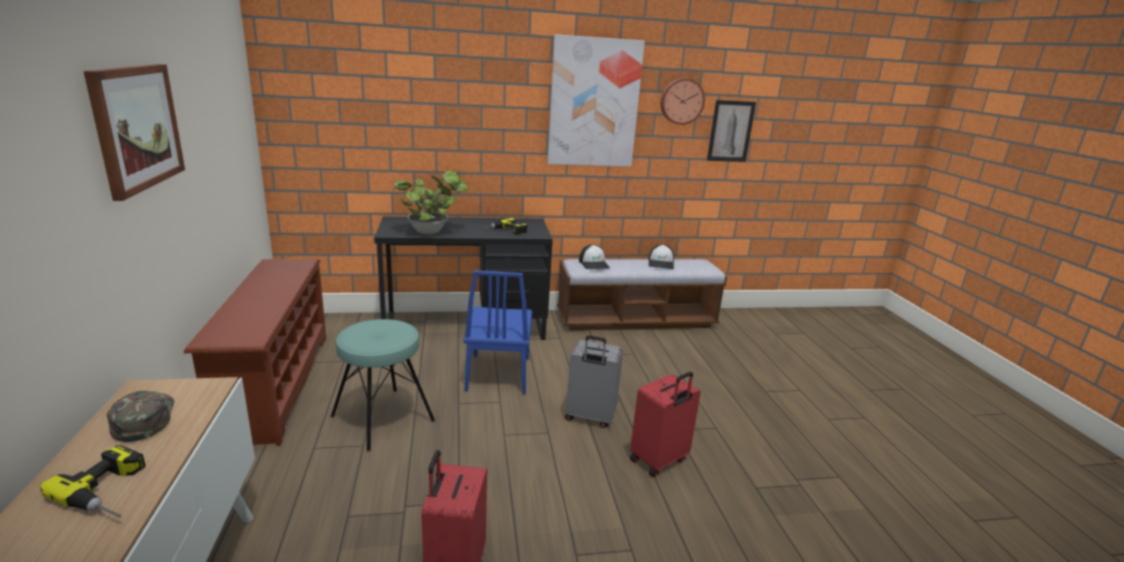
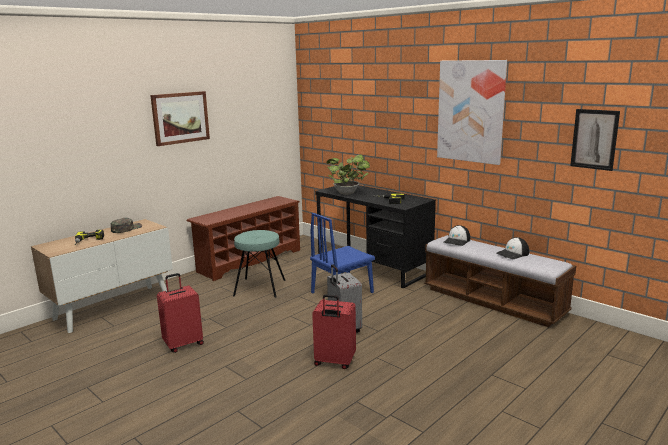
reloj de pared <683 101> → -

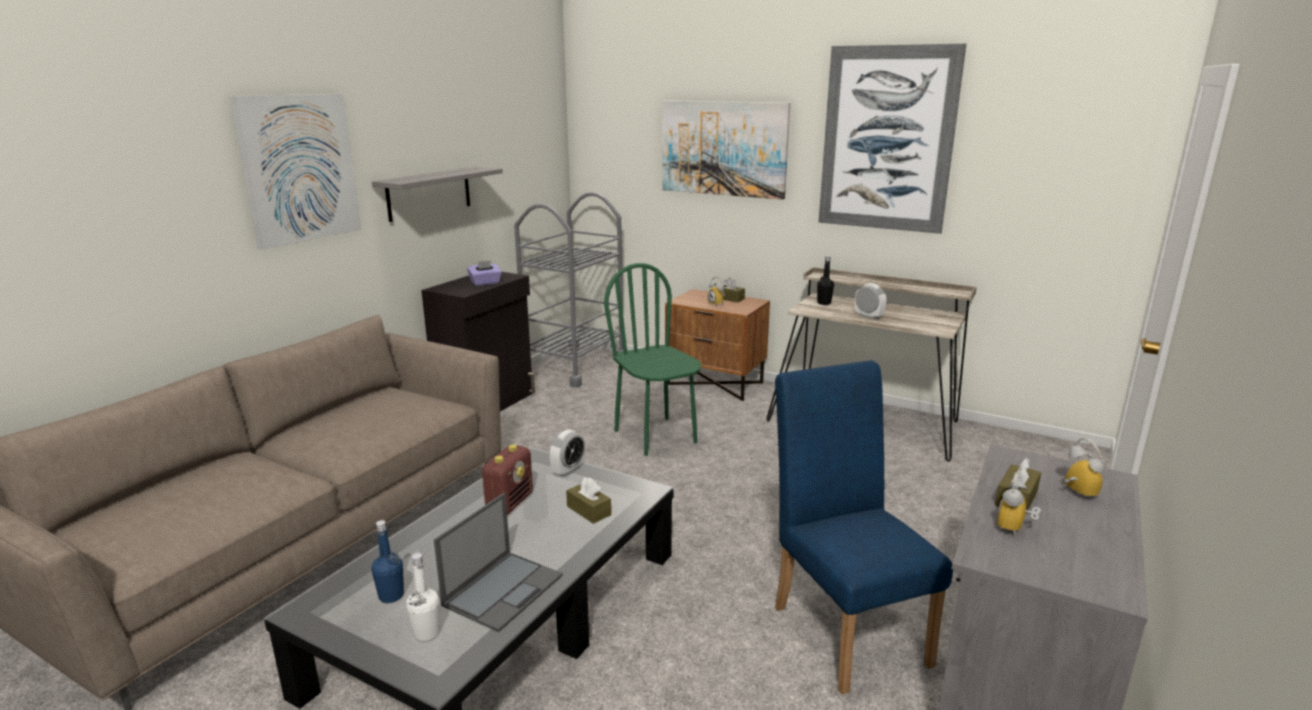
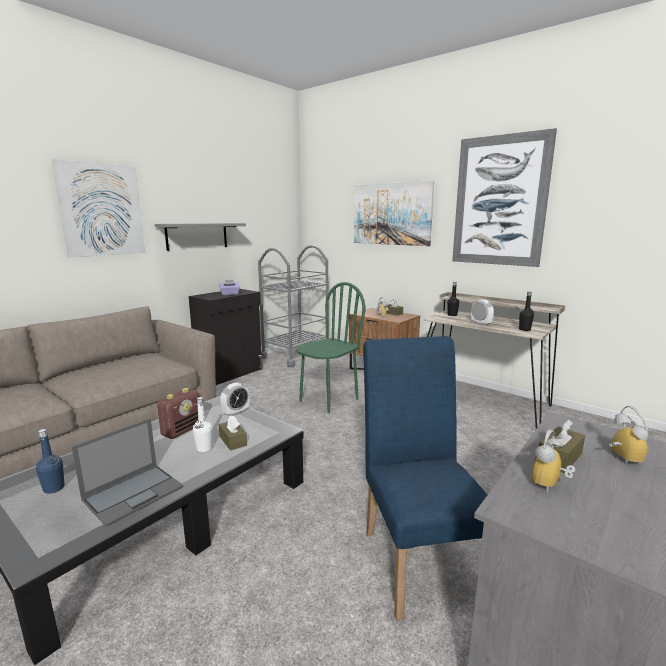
- → botella (negro) <526 311>
botella (blanco) <423 597> → botella (blanco) <203 424>, moved
silla (verde) <652 359> → silla (verde) <330 347>, 60 degrees clockwise

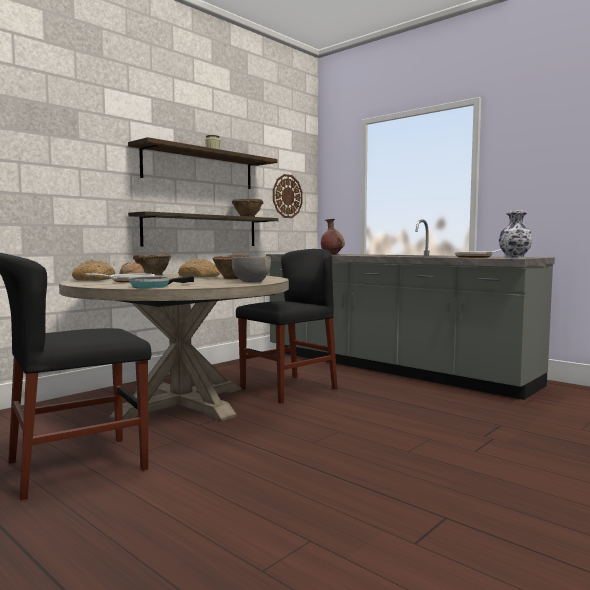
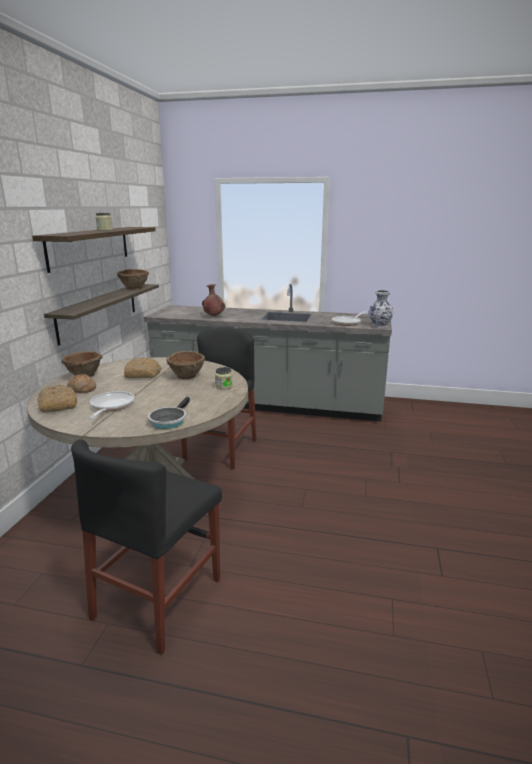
reloj de pared <288 196> → -
cuenco (gris) <251 269> → tarro <224 378>

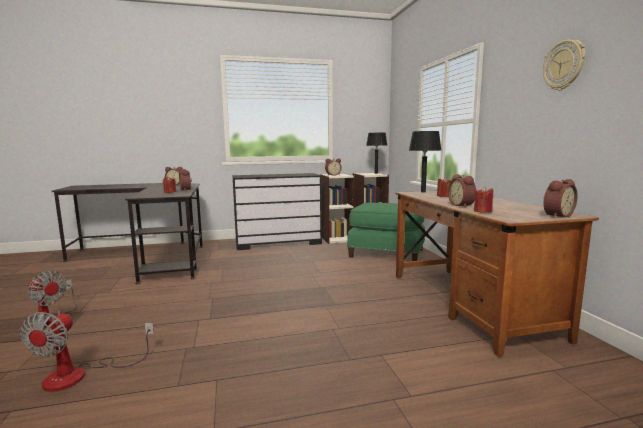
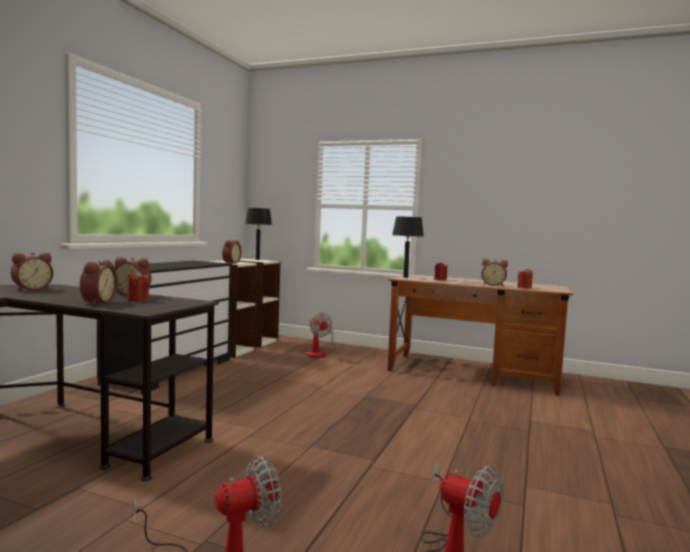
reloj de pared <564 65> → -
despertador <560 198> → despertador <98 282>, moved
puf (verde) <386 232> → ventilador <320 335>

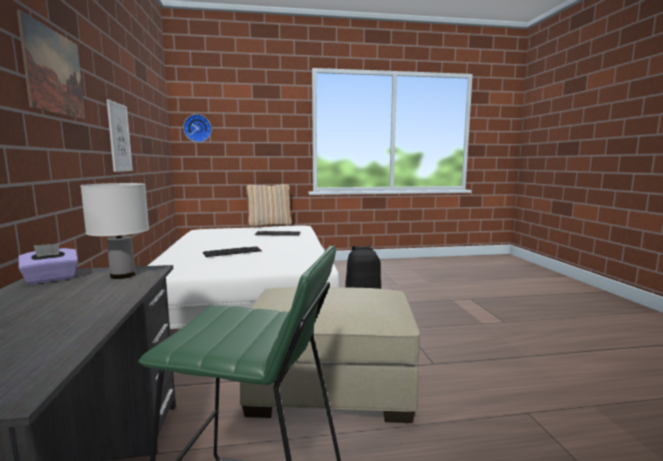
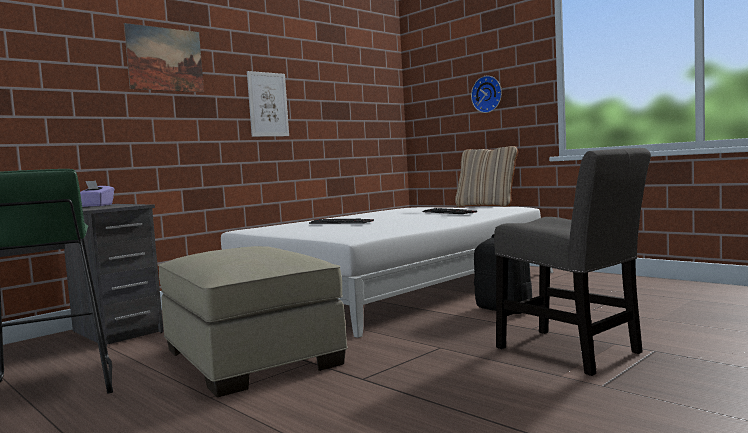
lámpara de mesa (blanco) <114 231> → -
- → silla (gris) <572 262>
reloj de pared <197 128> → reloj de pared <486 94>, moved

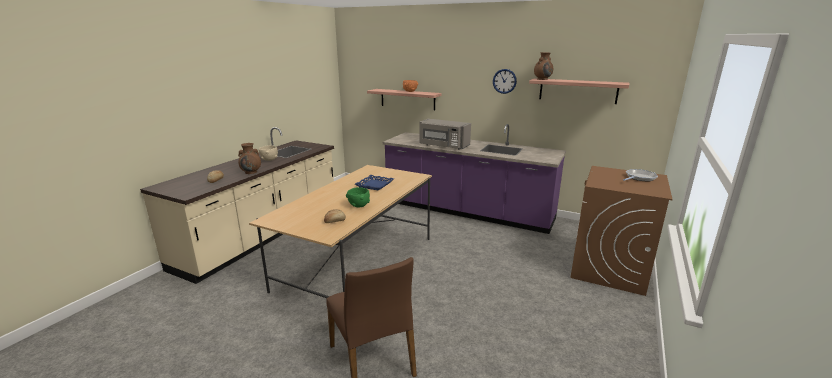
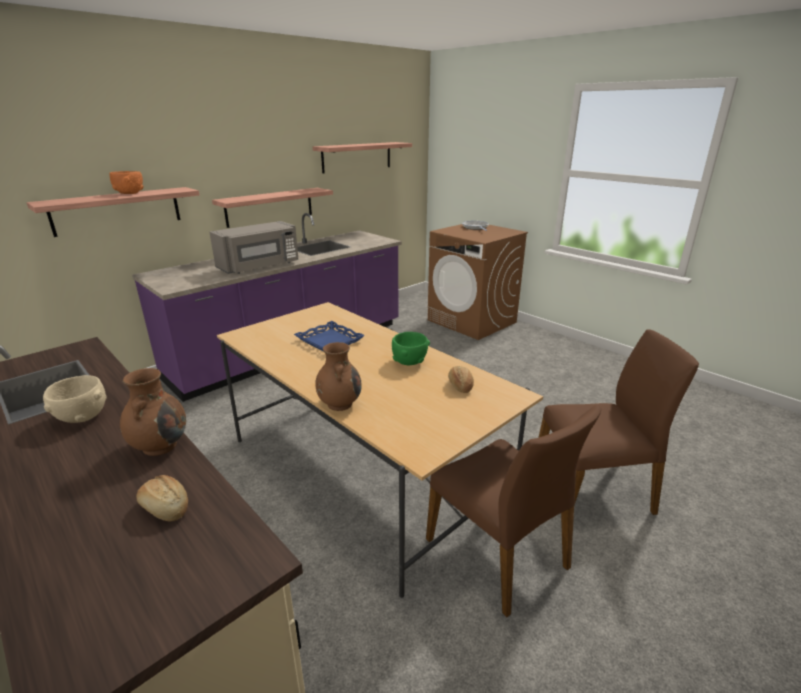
reloj de pared <505 81> → -
- → estante <272 208>
- → silla (marrón) <513 511>
florero (marrón) <543 66> → florero (marrón) <338 376>, moved

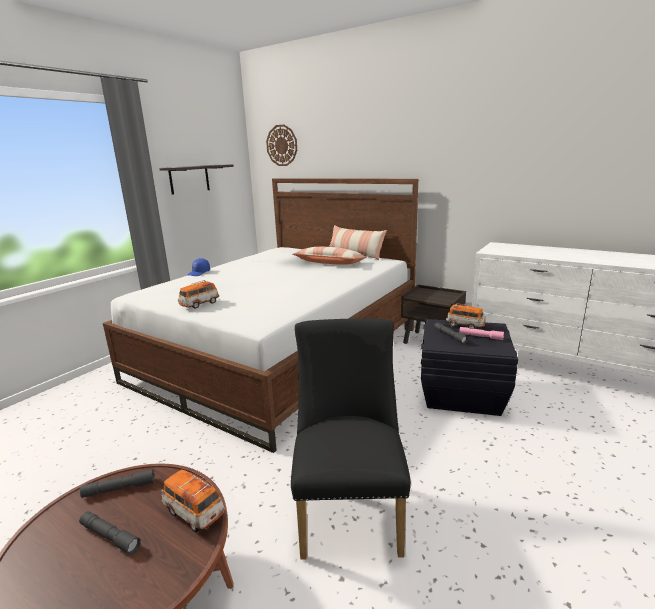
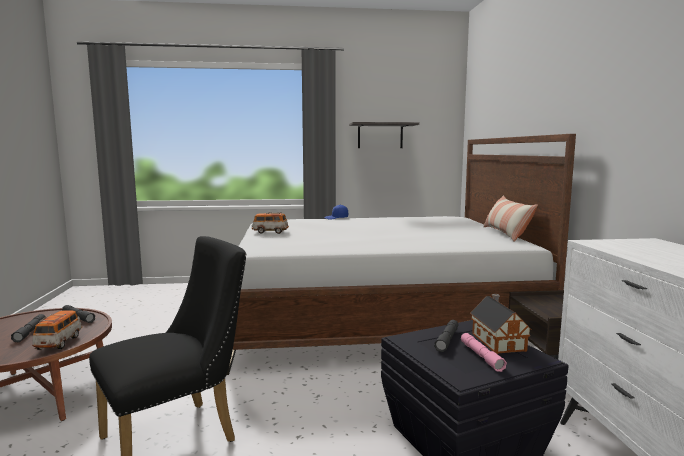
reloj de pared <281 145> → -
cojín <330 256> → -
coche de juguete <466 316> → casita <501 324>

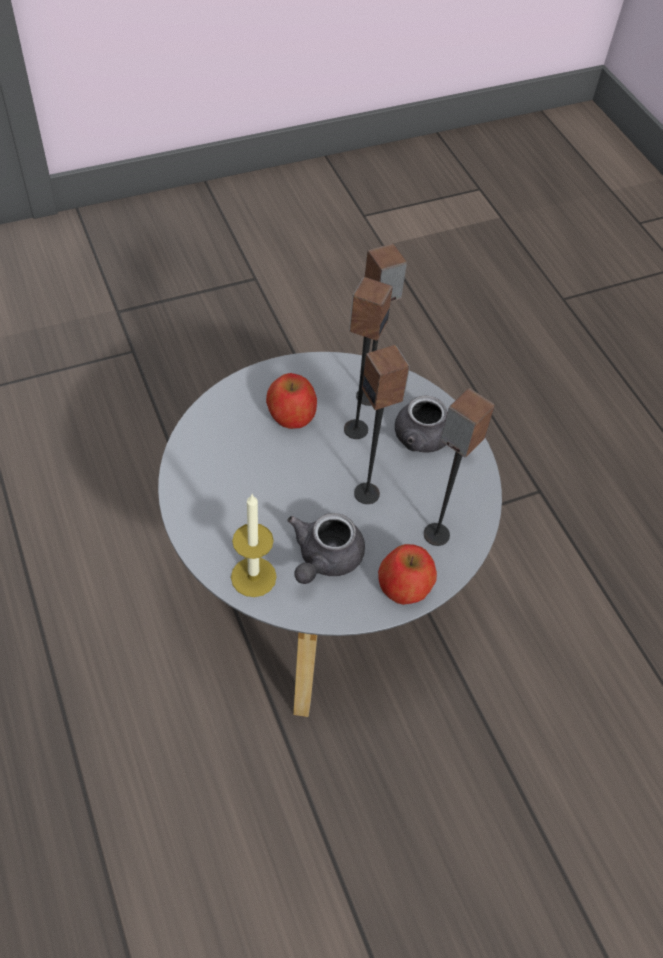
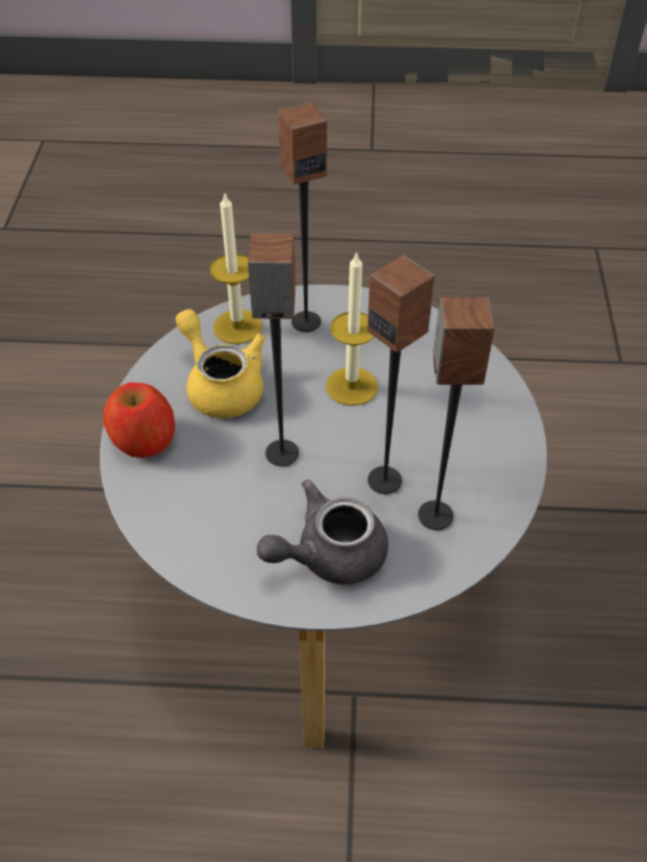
manzana <291 401> → -
- → vela <352 328>
altavoz <459 467> → altavoz <302 217>, moved
tetera (gris) <326 548> → tetera (amarillo) <220 363>

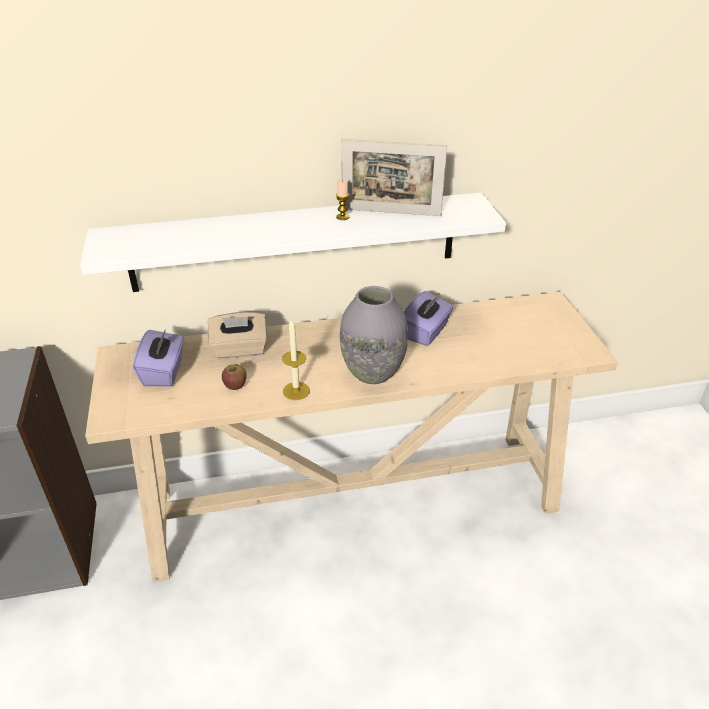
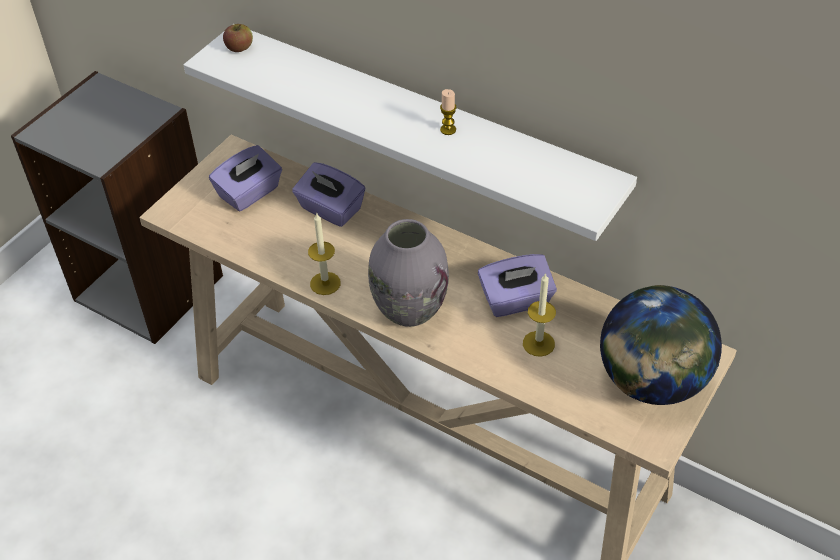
portarretratos <394 177> → -
- → vela <539 315>
- → globo terráqueo <661 345>
manzana <234 377> → manzana <238 38>, moved
caja de pañuelos (beis) <237 335> → caja de pañuelos (morado) <328 194>

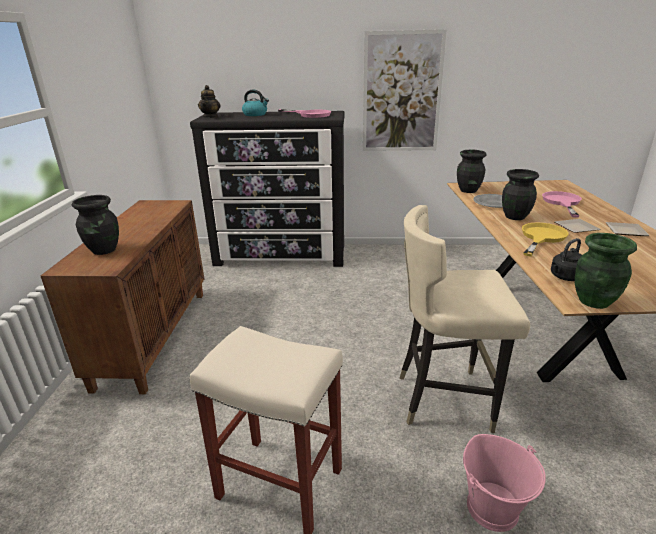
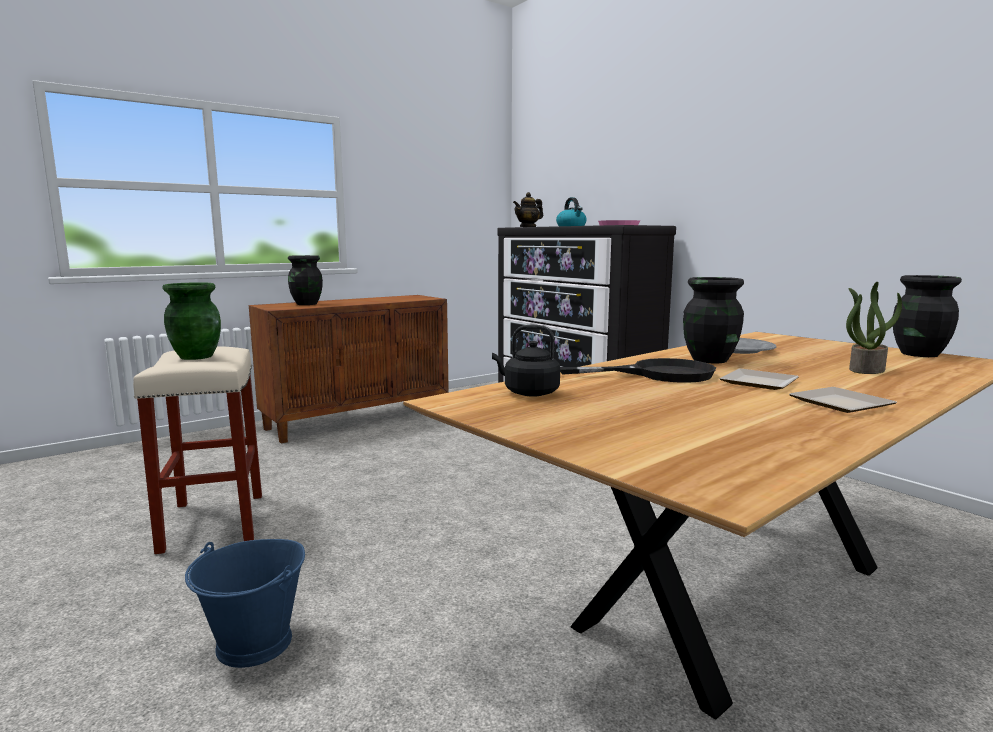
cuadro <405 90> → -
silla (beis) <464 319> → -
florero (negro) <471 171> → florero (negro) <927 316>, moved
florero (verde) <606 271> → florero (verde) <192 321>, moved
sartén (rosa) <562 204> → planta en maceta <874 328>
cubo (rosa) <504 483> → cubo (azul) <245 603>
sartén (amarillo) <545 240> → sartén (negro) <638 370>

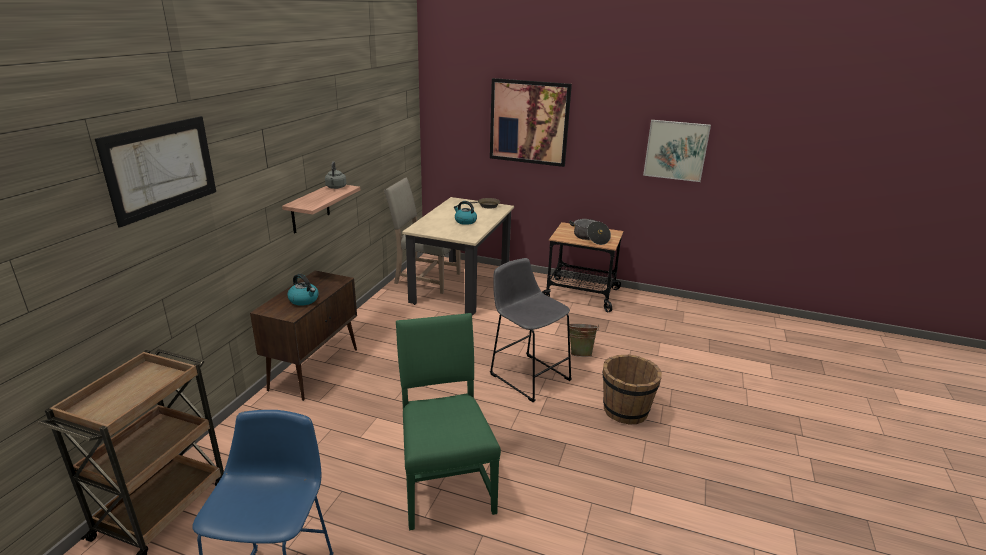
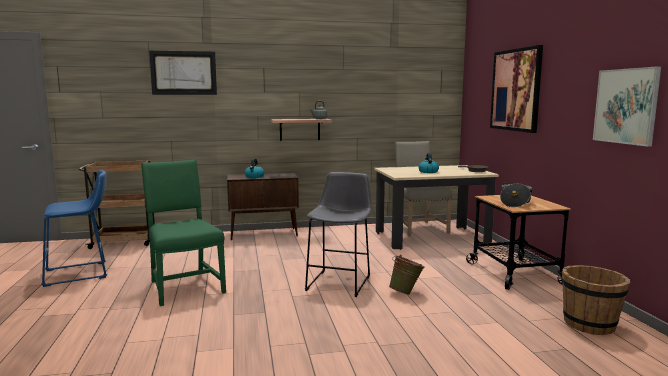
cubo (marrón) <632 389> → cubo (marrón) <596 300>, moved
silla (verde) <448 421> → silla (verde) <183 232>, 75 degrees counterclockwise

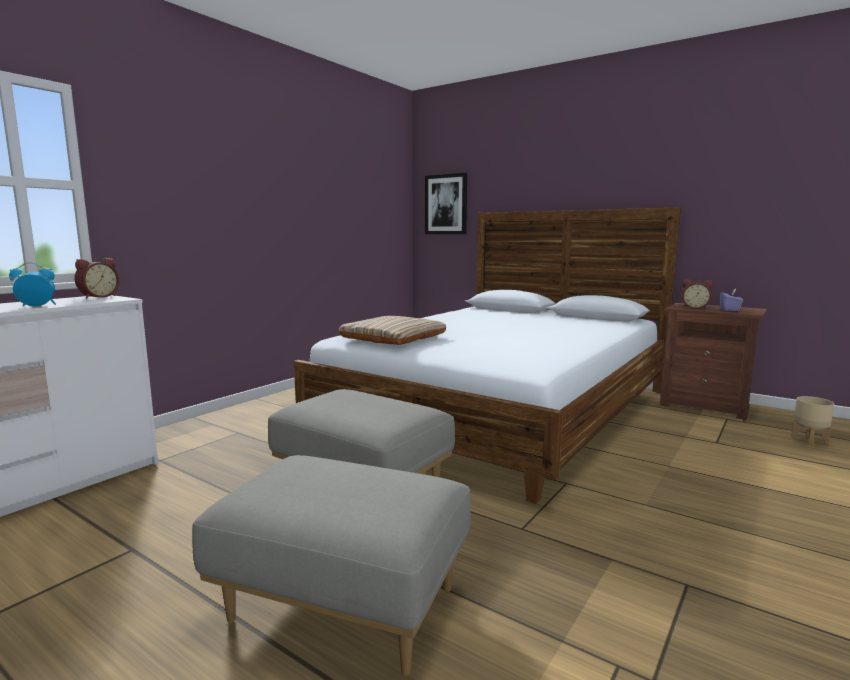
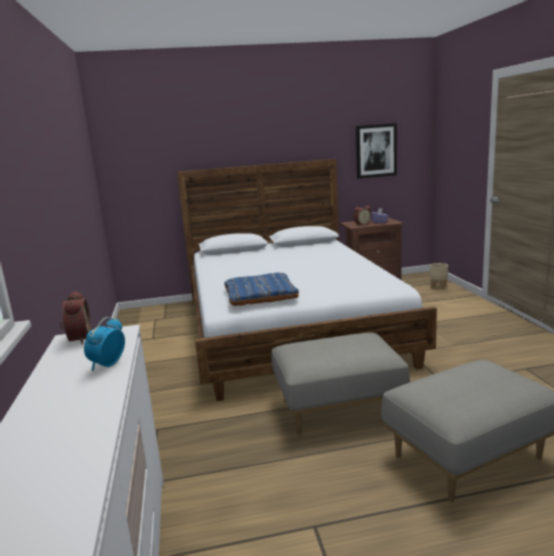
cuadro <446 203> → cuadro <376 151>, moved
cojín (beis) <392 330> → cojín (azul) <261 289>

